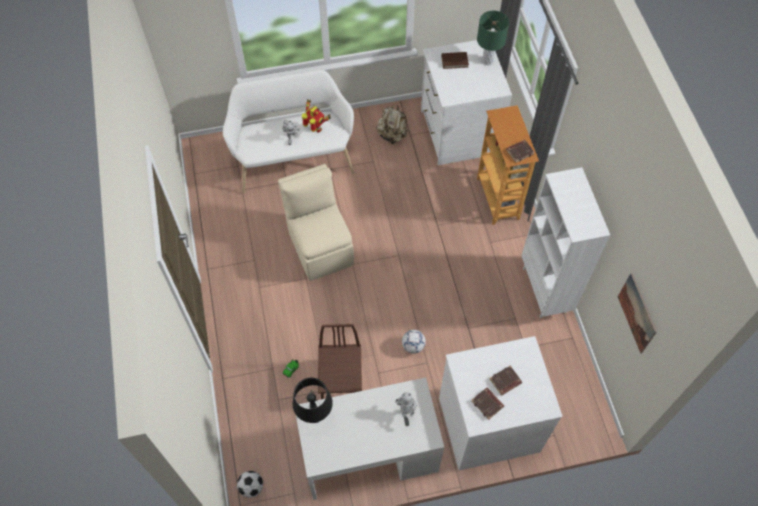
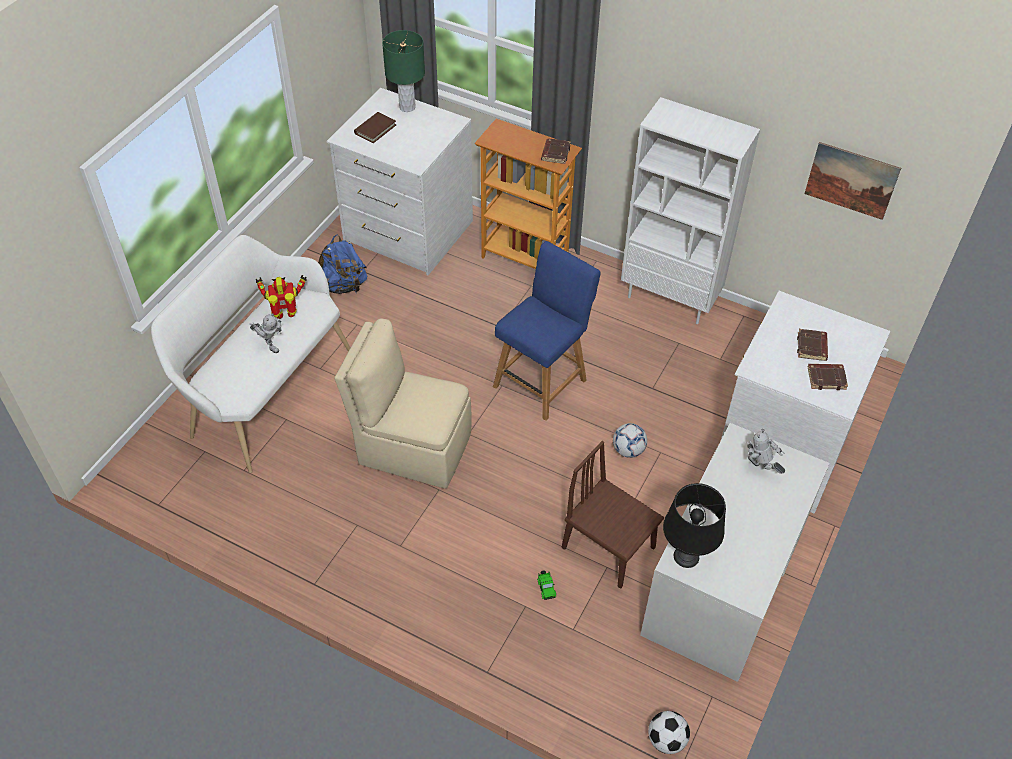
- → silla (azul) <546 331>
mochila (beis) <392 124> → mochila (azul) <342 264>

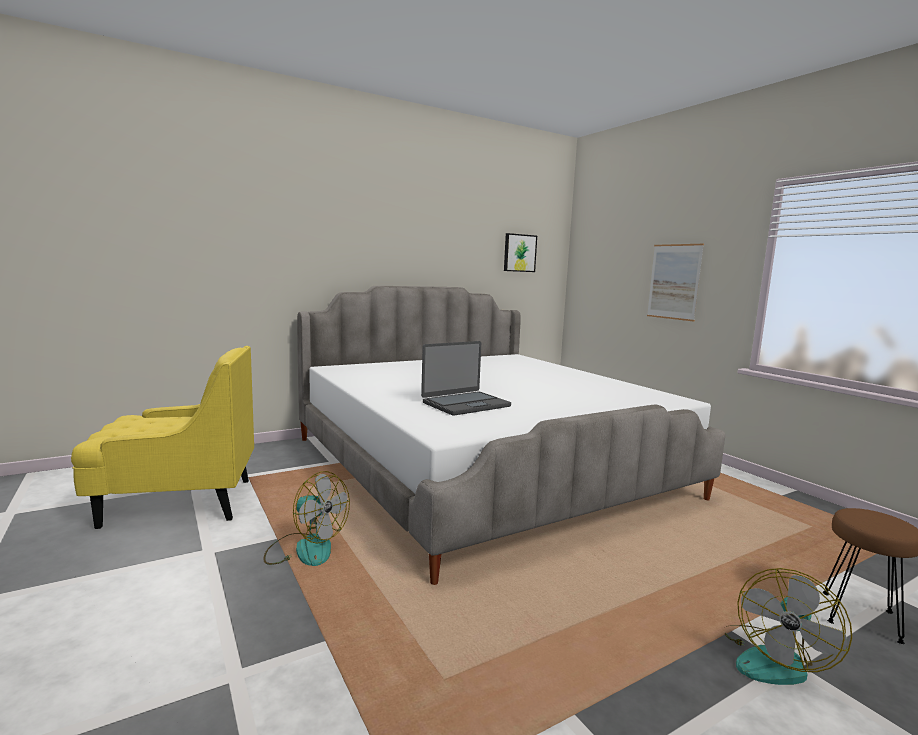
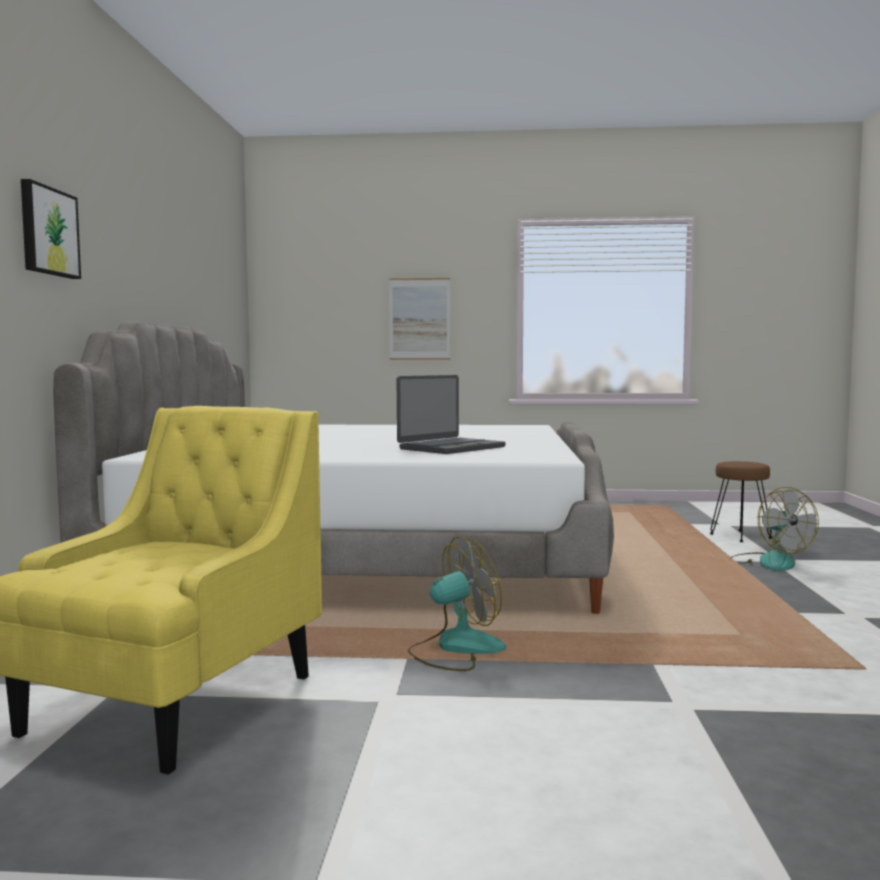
cuadro <520 252> → cuadro <51 229>, moved
portátil <466 378> → portátil <451 414>, 45 degrees clockwise

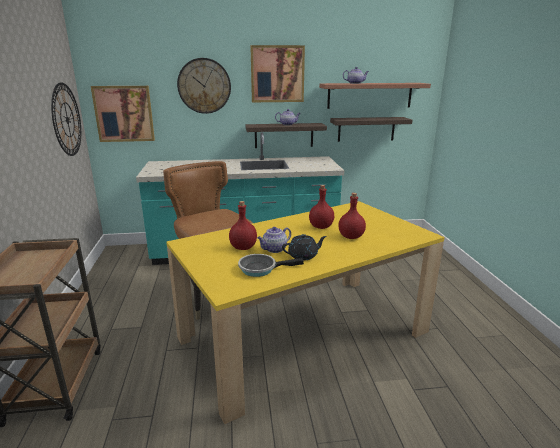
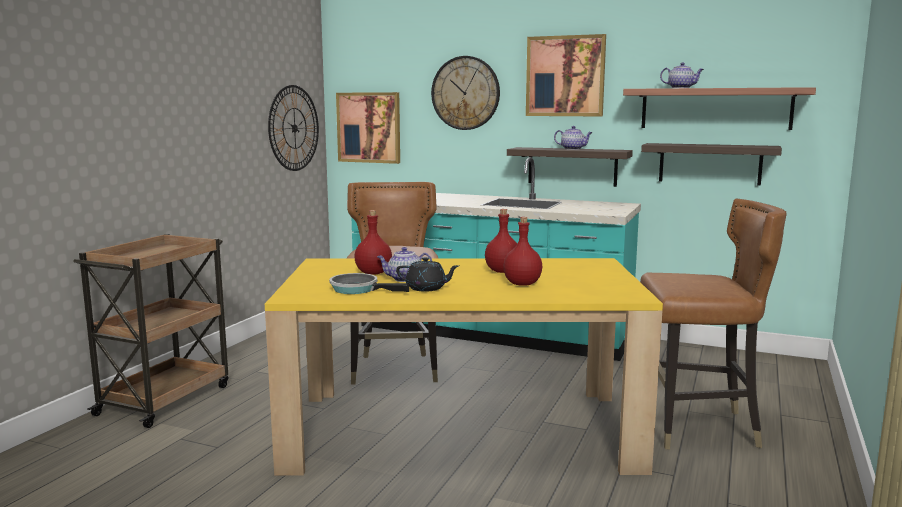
- → silla (marrón) <713 324>

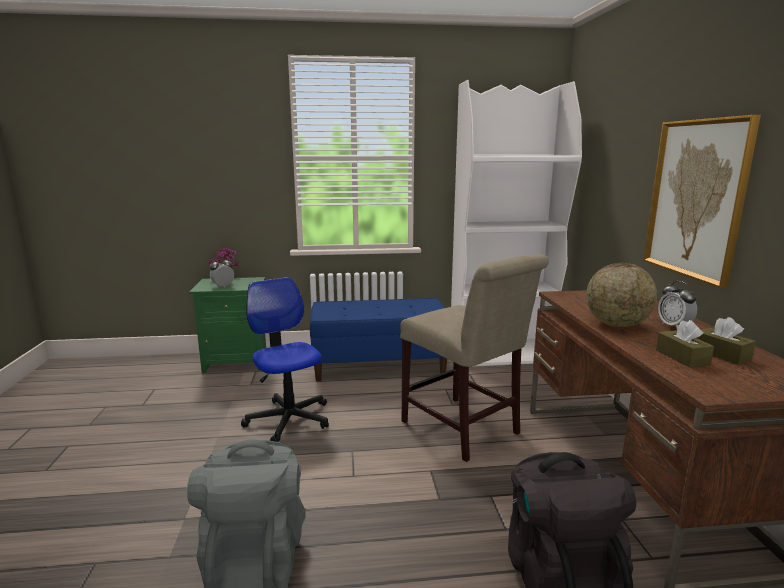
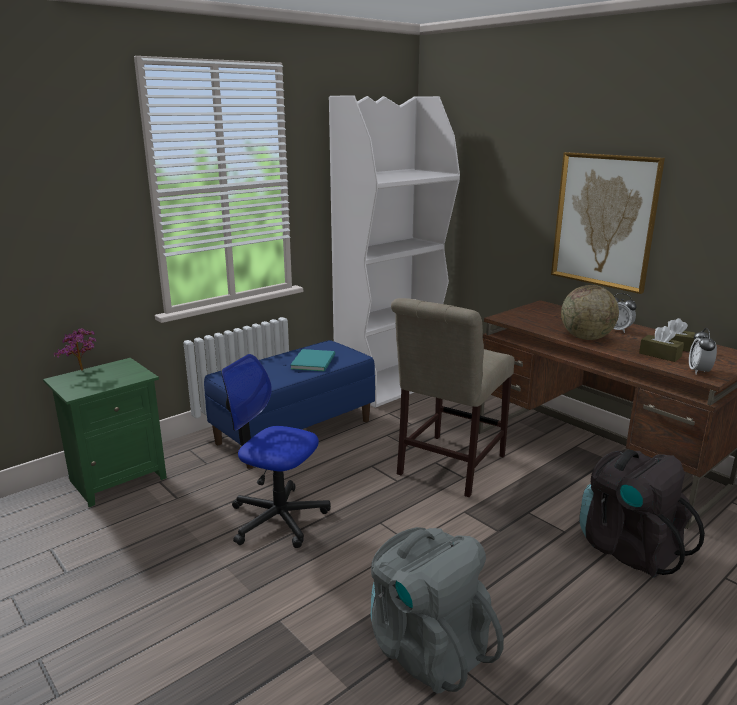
- → libro (turquesa) <312 360>
despertador <222 272> → despertador <703 351>, moved
silla (beis) <474 358> → silla (beis) <453 397>, 105 degrees clockwise

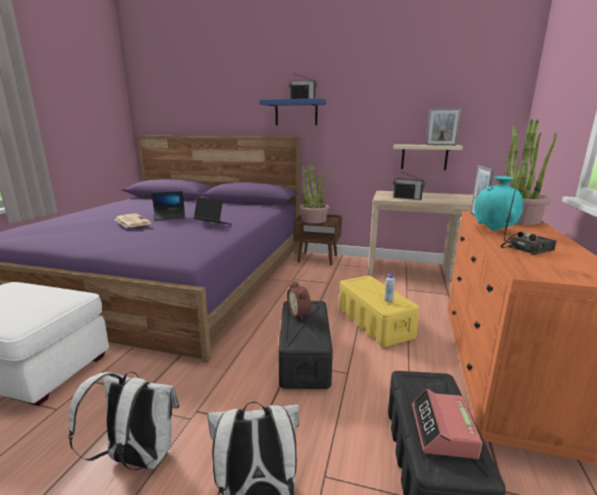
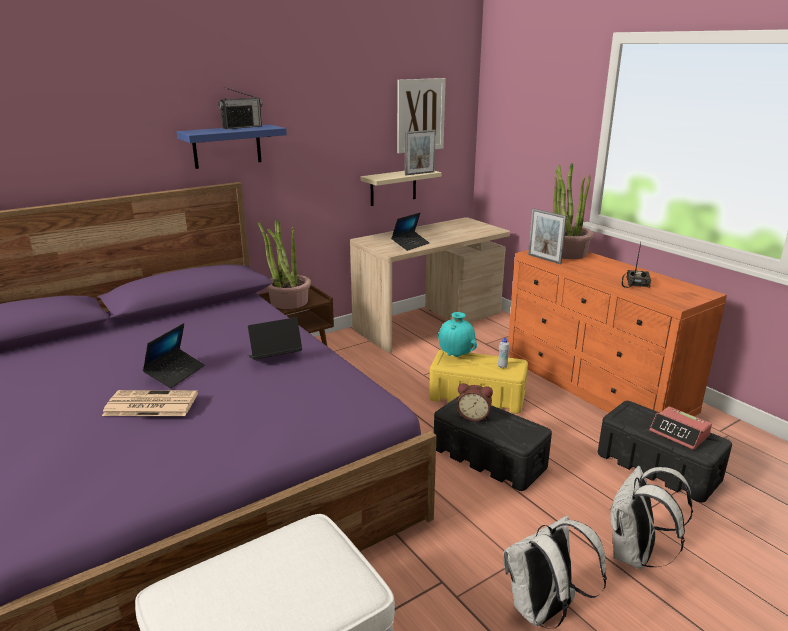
- → cuadro <421 116>
florero (turquesa) <499 203> → florero (turquesa) <457 334>, moved
radio <409 185> → portátil <410 232>

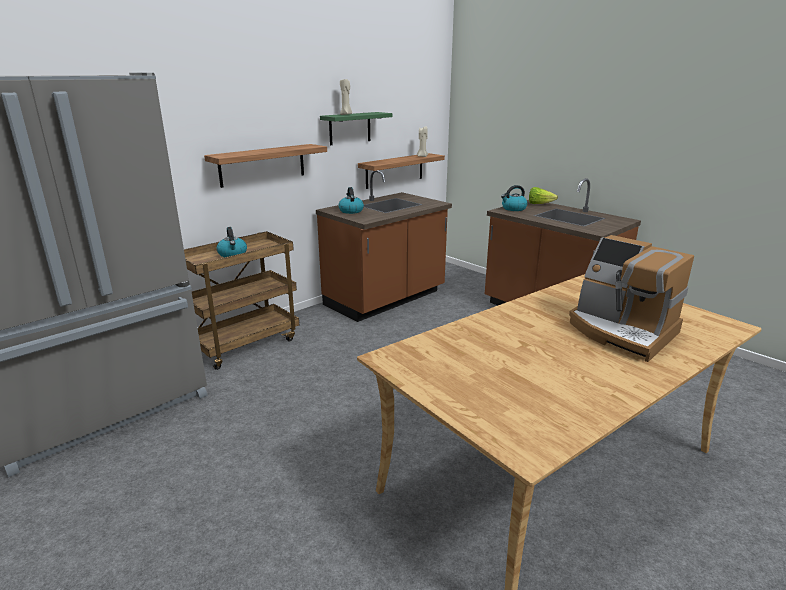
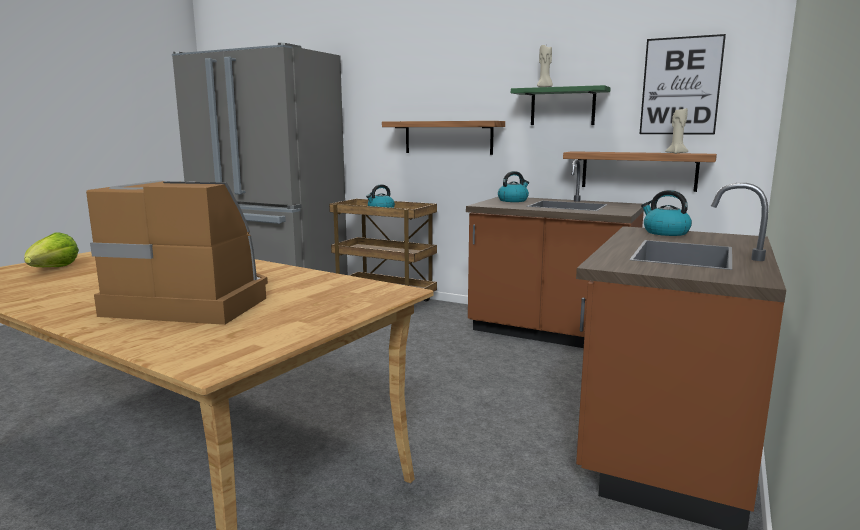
- → cuadro <682 84>
lechuga <543 195> → lechuga <51 249>, moved
cafetera <631 298> → cafetera <177 253>, 75 degrees clockwise

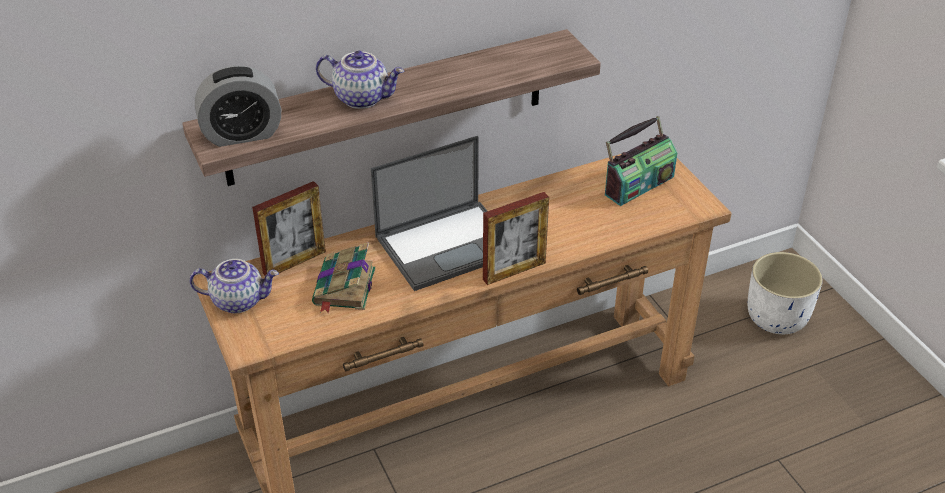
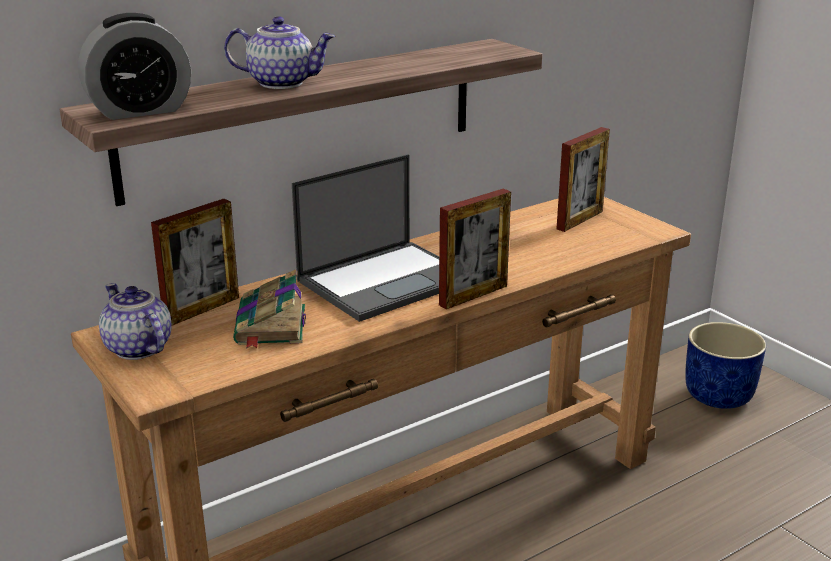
radio <641 161> → portarretratos <583 179>
maceta (blanco) <785 293> → maceta (azul) <725 365>
tetera <234 286> → tetera <135 321>, 120 degrees counterclockwise

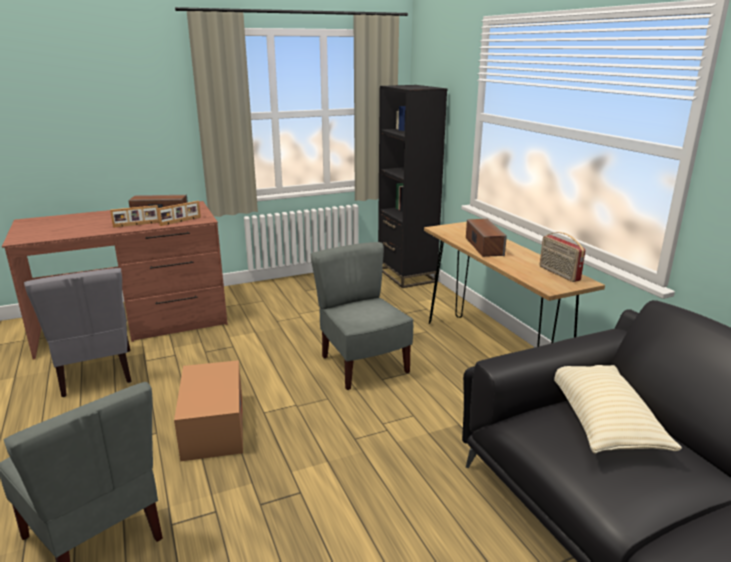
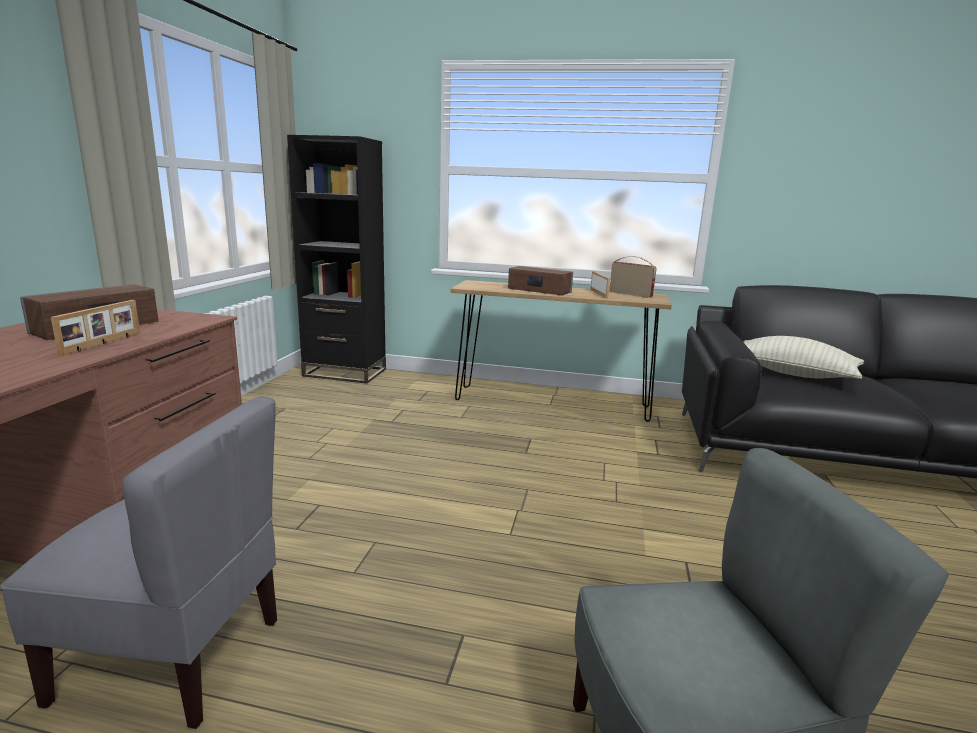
caja de cartón <208 410> → -
silla (gris) <361 316> → -
portarretratos <179 213> → portarretratos <600 285>, moved
radio <562 257> → radio <633 277>, 150 degrees counterclockwise

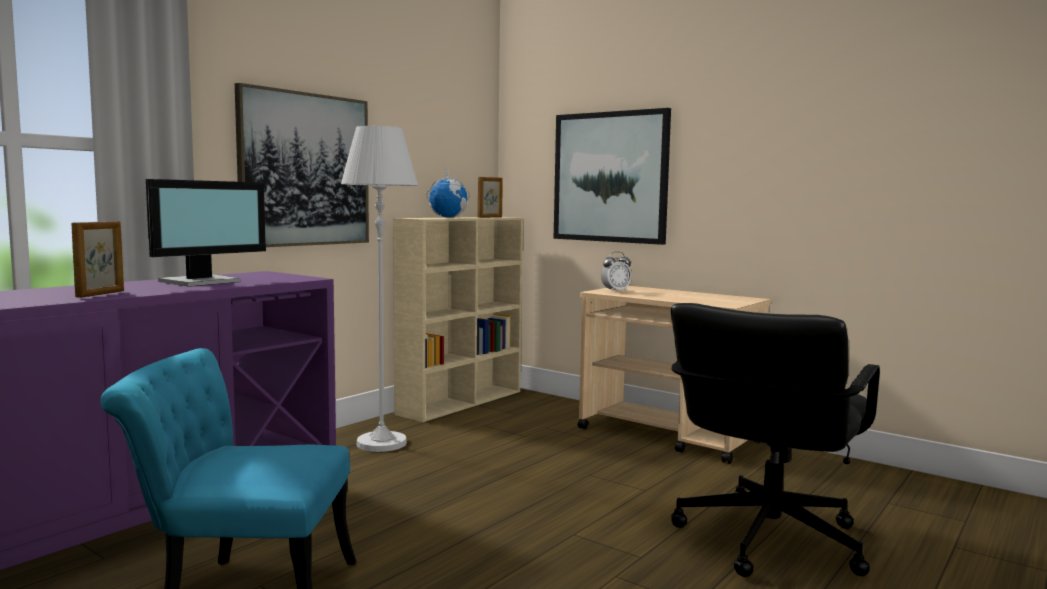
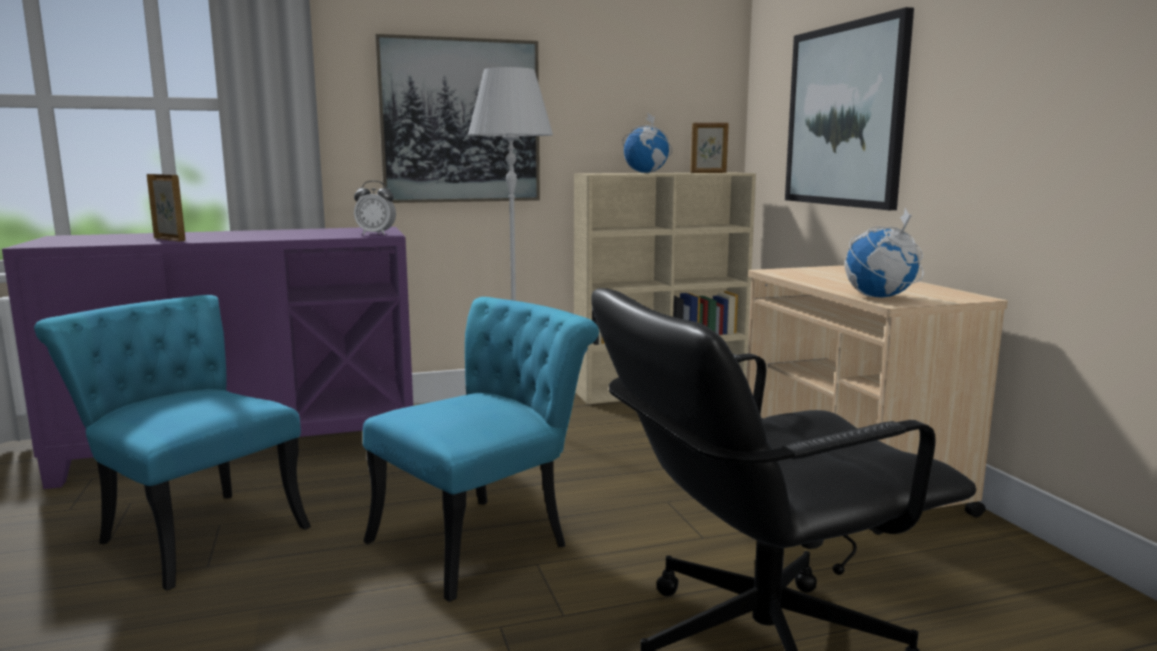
monitor <206 232> → -
- → silla (turquesa) <481 449>
- → globo terráqueo <884 252>
despertador <616 271> → despertador <375 207>, moved
portarretratos <97 259> → portarretratos <166 207>, 105 degrees counterclockwise

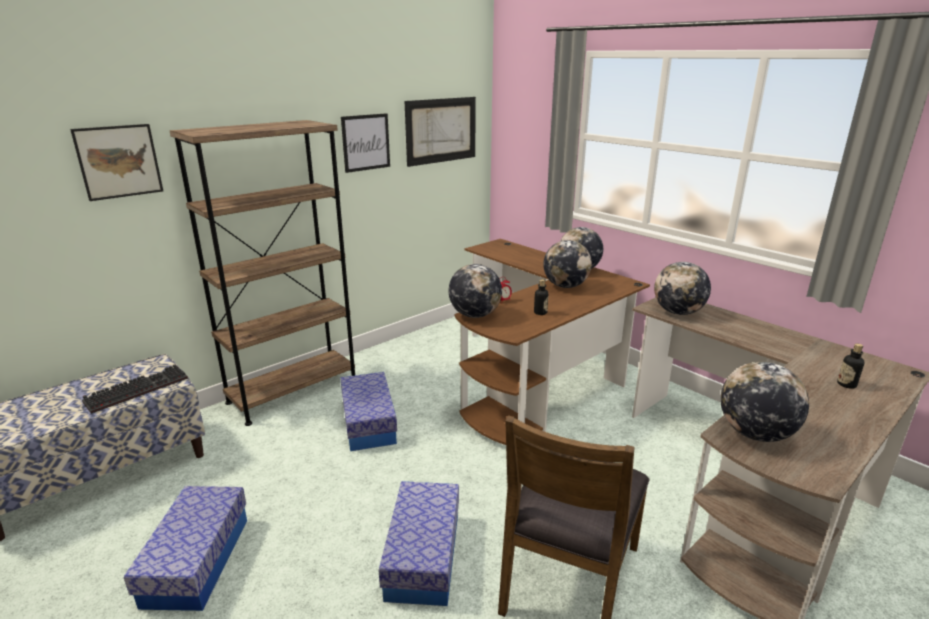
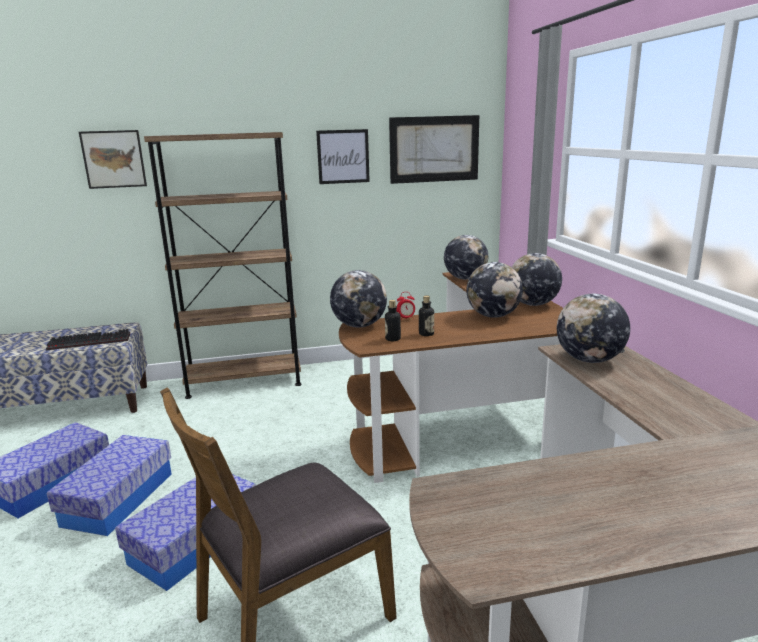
caja de almacenaje <368 411> → caja de almacenaje <109 485>, moved
globo terráqueo <764 402> → globo terráqueo <466 257>, moved
botella <850 366> → botella <393 320>, moved

